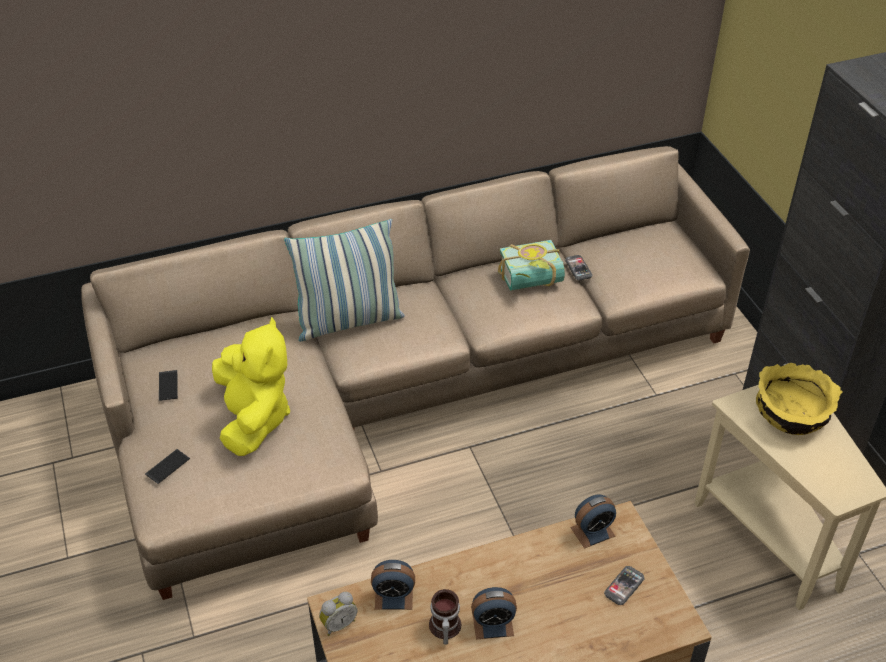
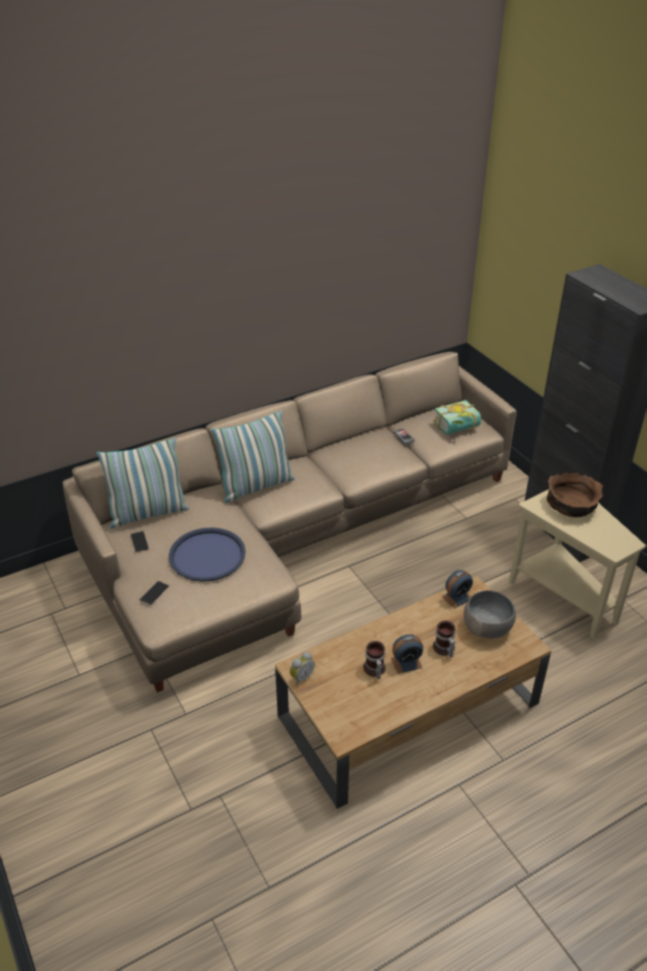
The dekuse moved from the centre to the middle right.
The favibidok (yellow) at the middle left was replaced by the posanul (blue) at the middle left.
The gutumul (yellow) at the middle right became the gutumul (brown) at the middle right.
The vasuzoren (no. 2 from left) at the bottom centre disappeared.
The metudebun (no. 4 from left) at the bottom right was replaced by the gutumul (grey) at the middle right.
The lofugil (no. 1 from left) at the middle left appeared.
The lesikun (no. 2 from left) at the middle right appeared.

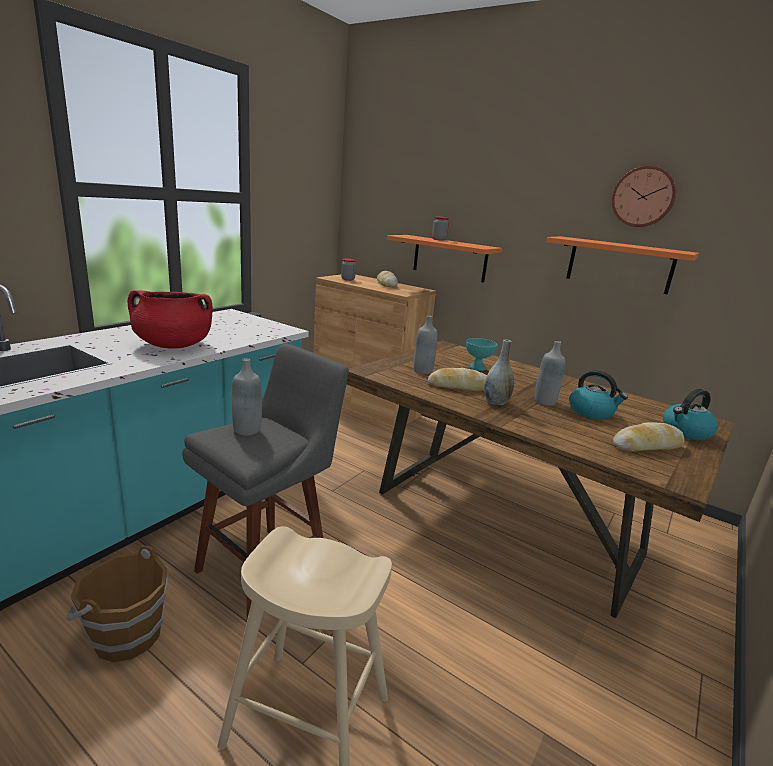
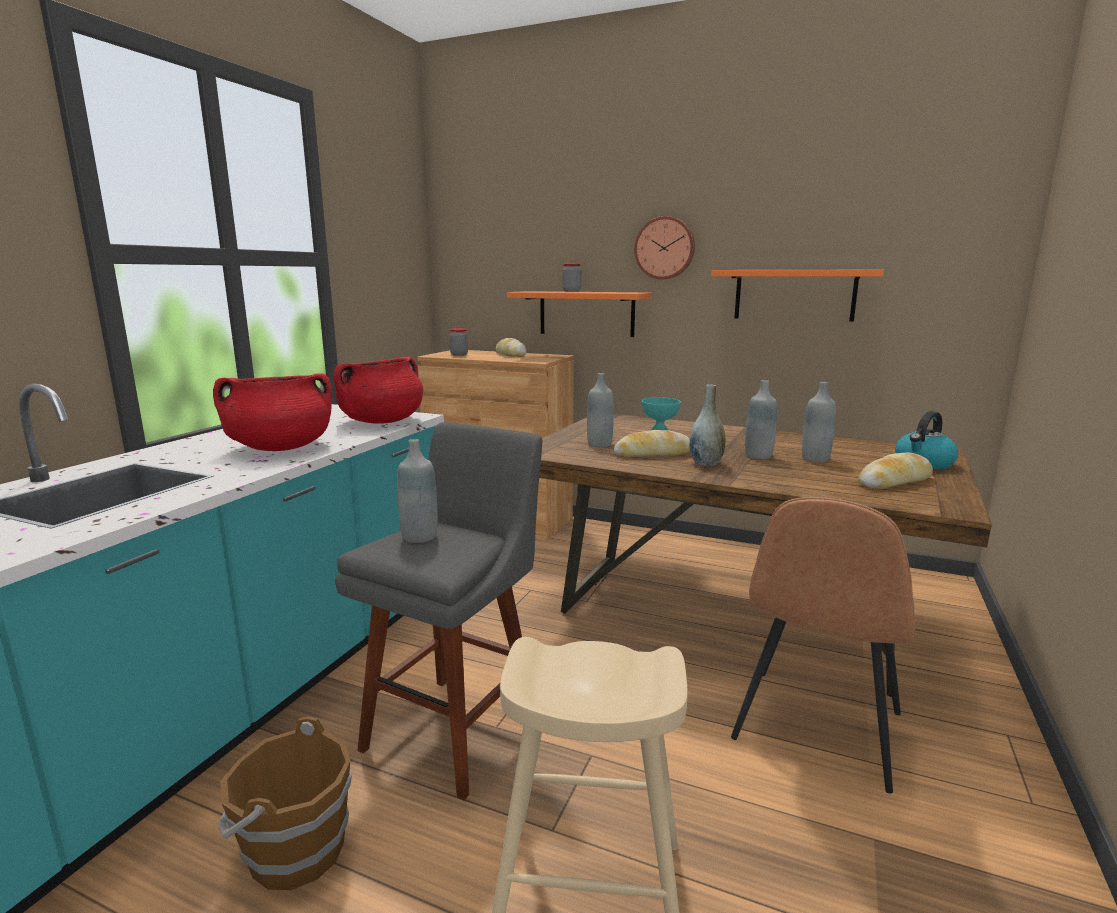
The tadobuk moved from the top right to the top centre.
The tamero (no. 1 from left) at the middle right was replaced by the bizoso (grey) (no. 4 from left) at the middle right.
The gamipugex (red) (no. 2 from left) at the centre appeared.
The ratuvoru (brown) at the bottom right appeared.

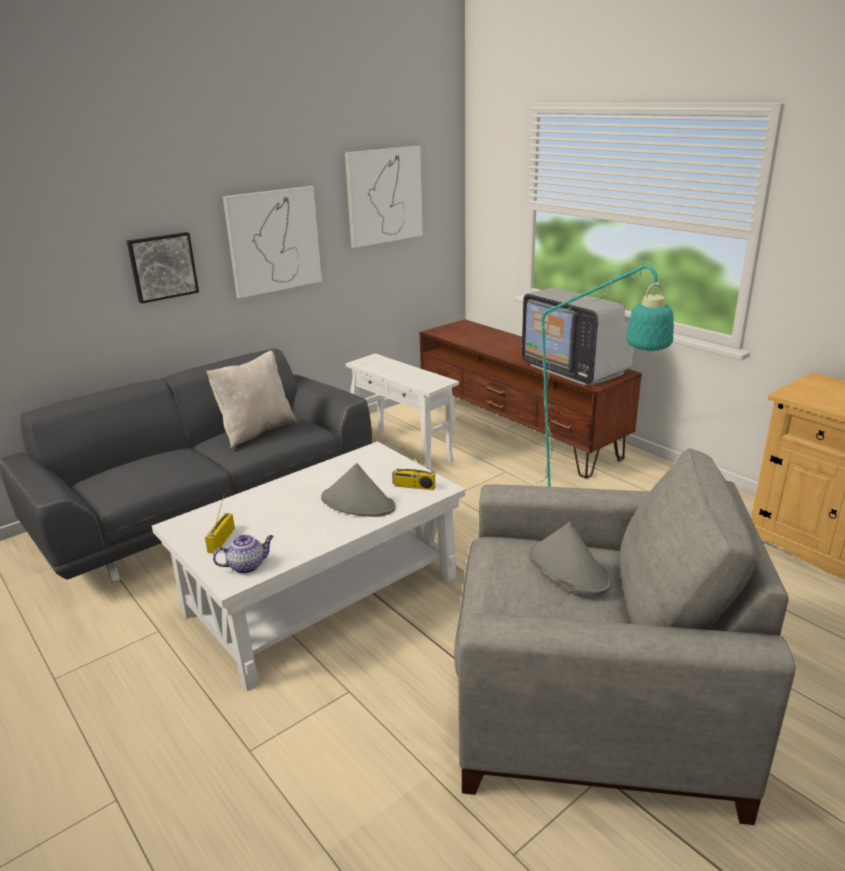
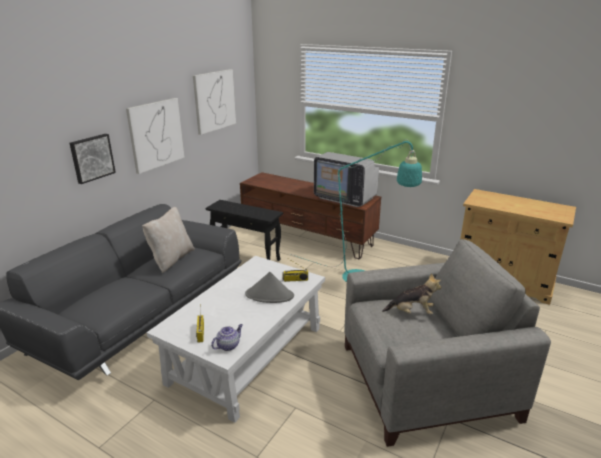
The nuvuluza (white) at the centre became the nuvuluza (black) at the centre.
The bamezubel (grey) (no. 2 from left) at the middle right was replaced by the favibidok at the middle right.

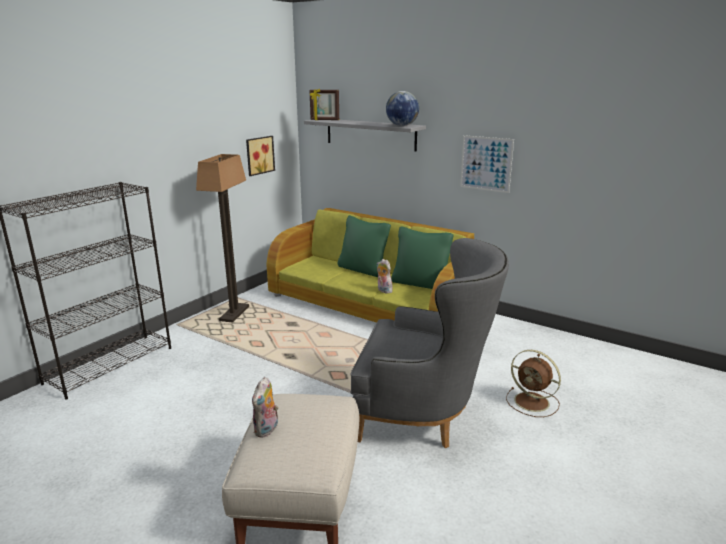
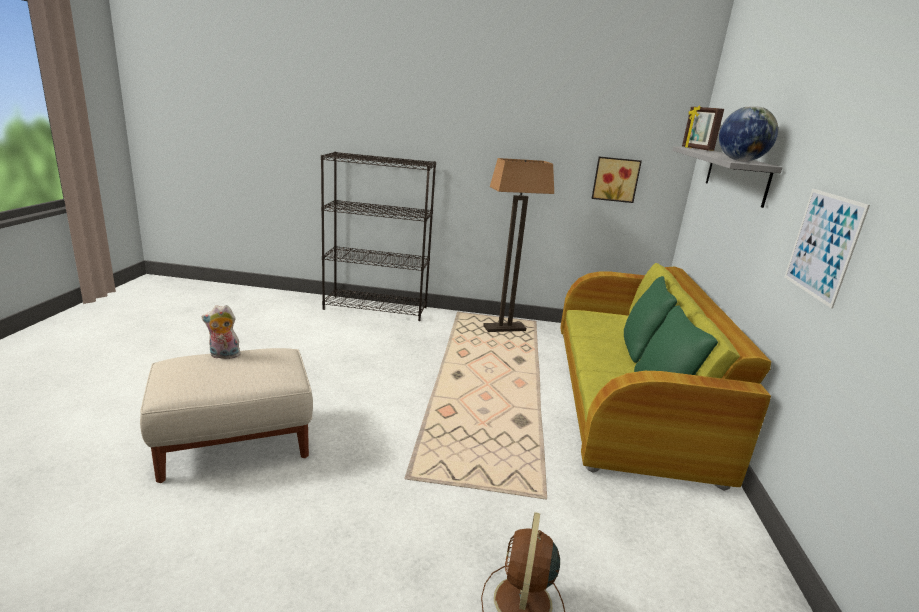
The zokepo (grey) at the centre disappeared.
The favibidok (no. 2 from left) at the centre disappeared.

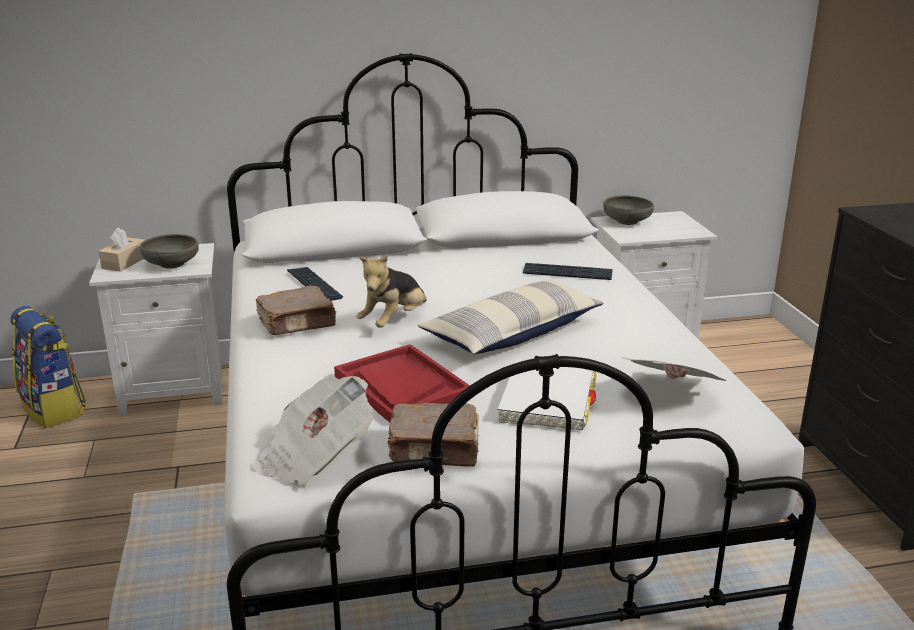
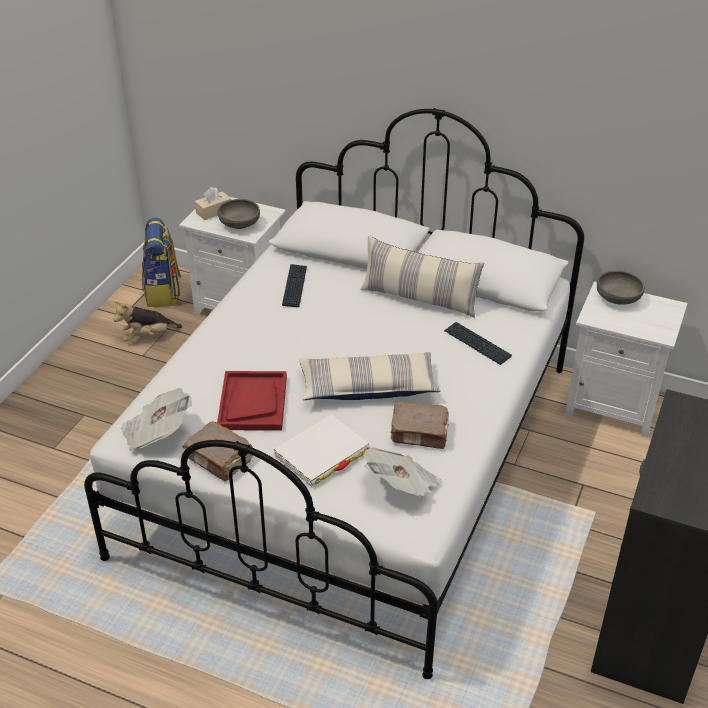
The favibidok moved from the centre to the middle left.
The dekuse (brown) (no. 1 from left in the first image) moved from the middle left to the centre.
The lofugil (no. 2 from left) at the centre appeared.

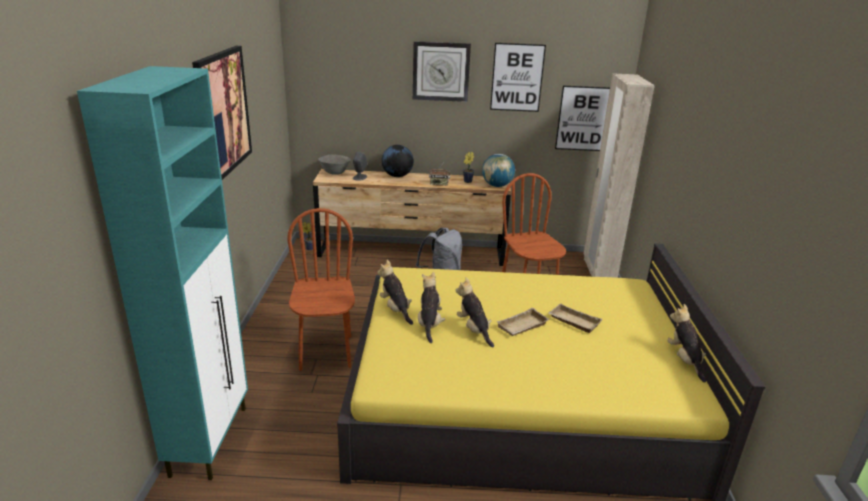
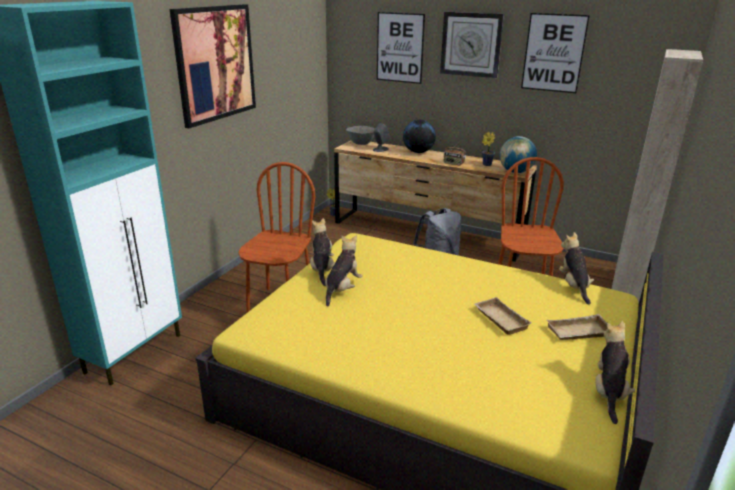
The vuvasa (no. 3 from left in the first image) moved from the top right to the top centre.
The favibidok (no. 3 from left) moved from the centre to the middle right.
The posanul (beige) (no. 1 from left in the first image) moved from the centre to the bottom right.

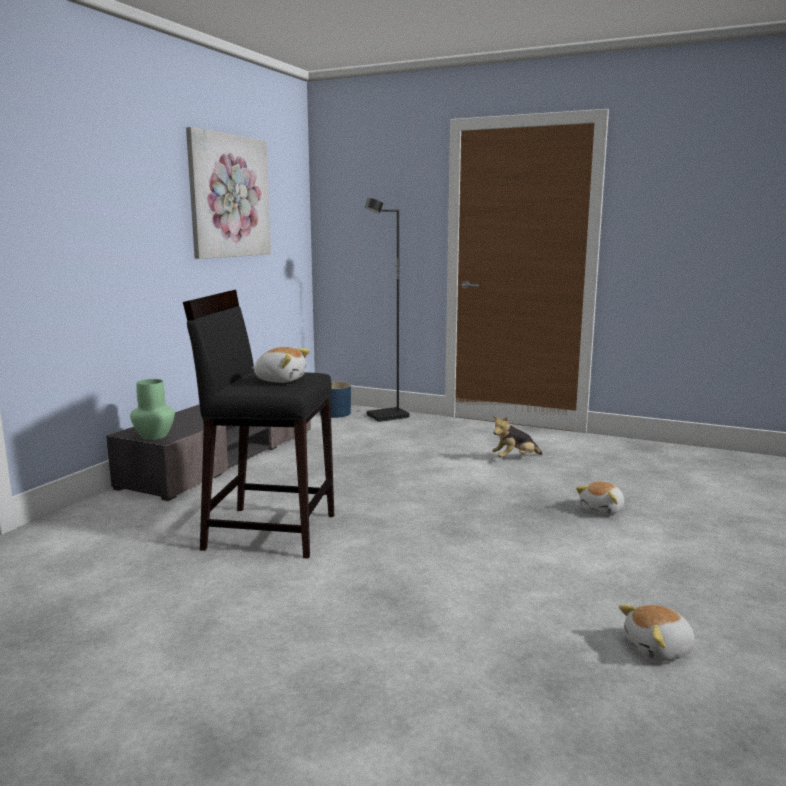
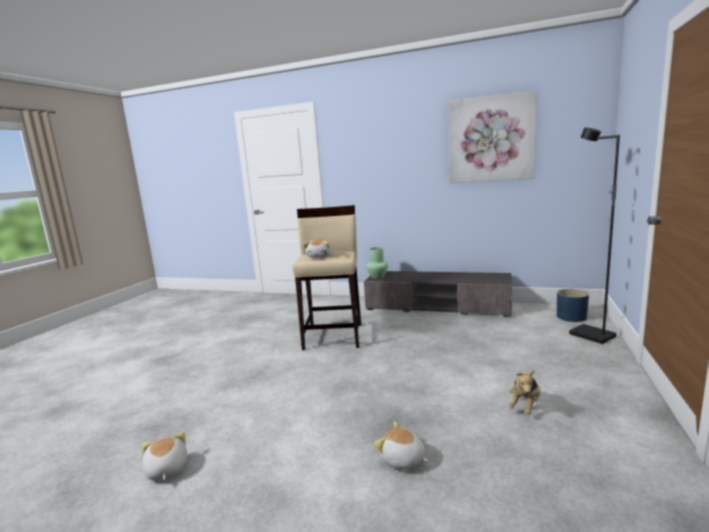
The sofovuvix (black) at the middle left became the sofovuvix (beige) at the centre.
The favibidok (no. 2 from left in the first image) at the centre turned 120 degrees counterclockwise.

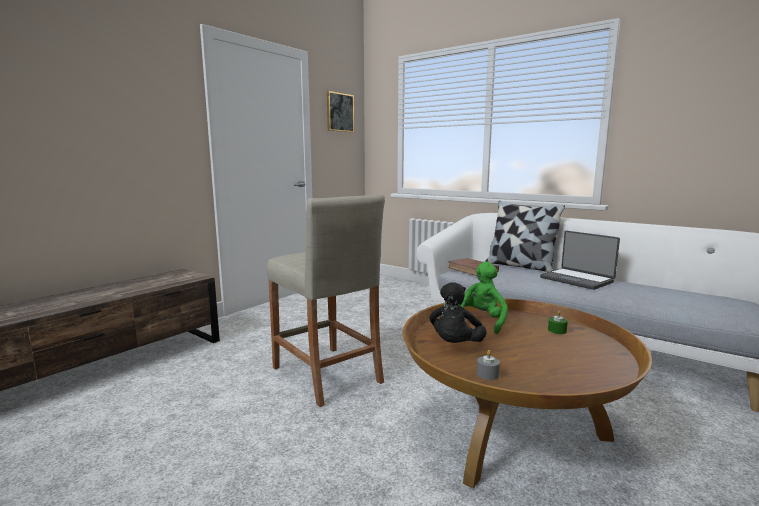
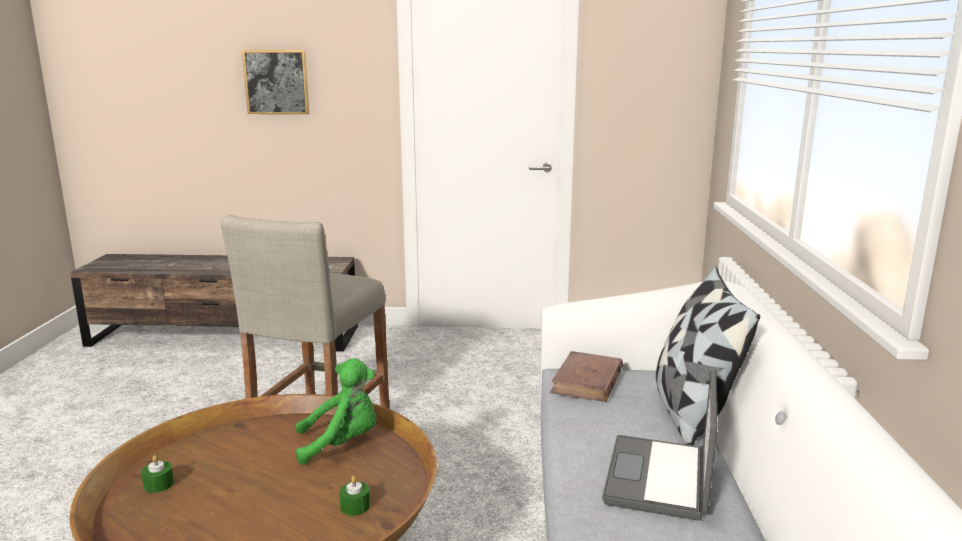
The vuvasa moved from the top centre to the top left.
The favibidok (black) at the centre disappeared.
The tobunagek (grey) at the bottom centre became the tobunagek (green) (no. 1 from left) at the bottom left.

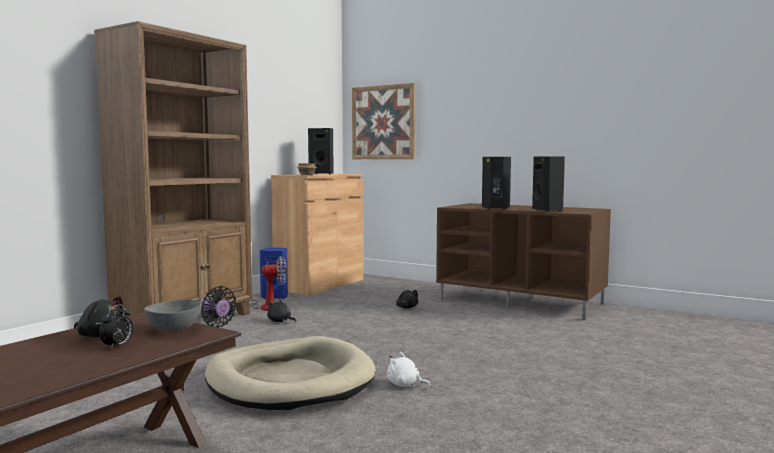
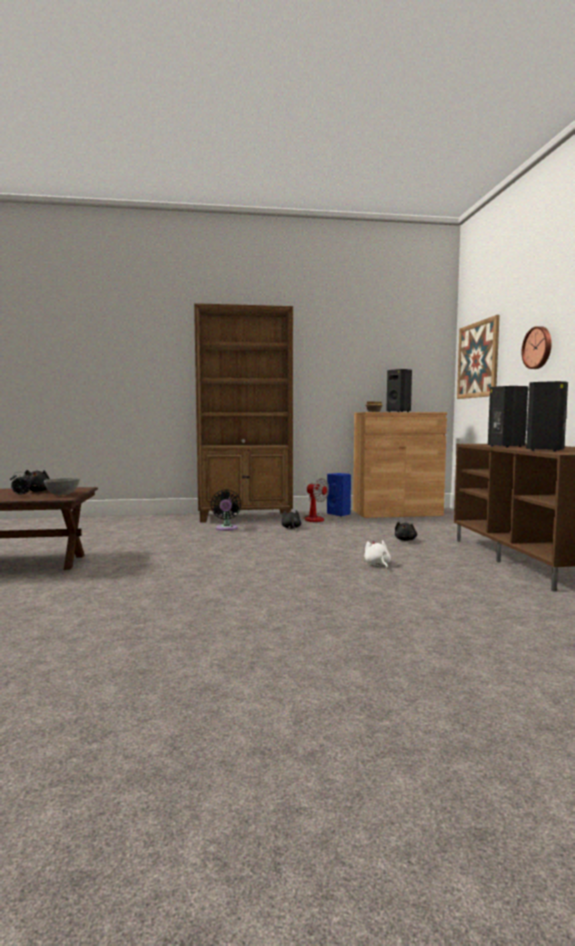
The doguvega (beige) at the bottom centre disappeared.
The favibidok (white) moved from the bottom centre to the centre.
The tadobuk at the middle right appeared.

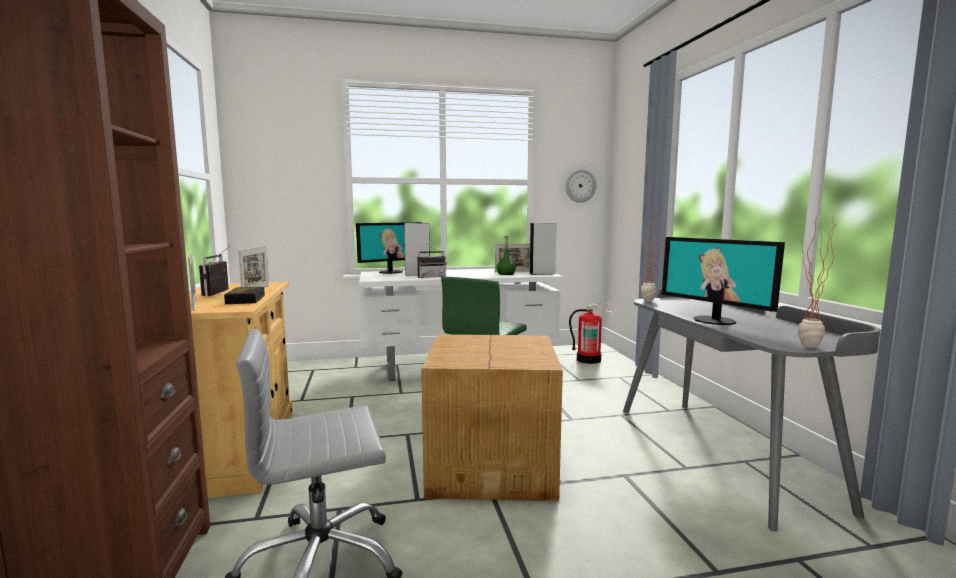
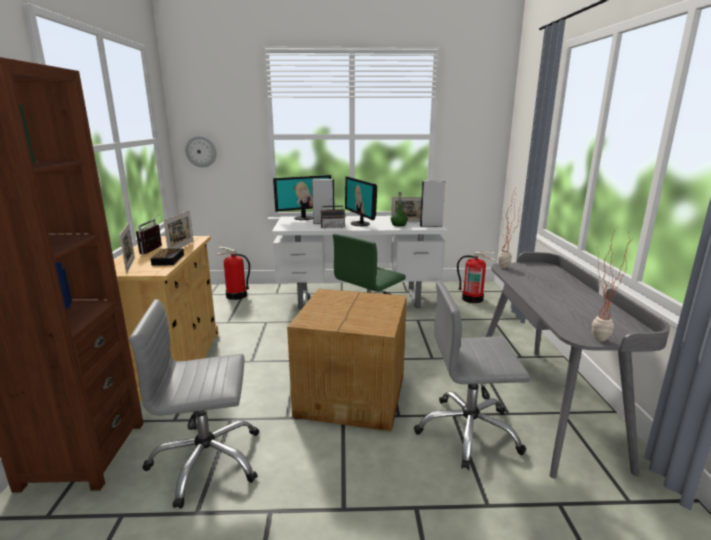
The tadobuk moved from the top centre to the top left.
The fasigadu (no. 2 from left) moved from the middle right to the centre.
The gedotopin (no. 1 from left) at the middle left appeared.
The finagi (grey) (no. 2 from left) at the bottom centre appeared.

